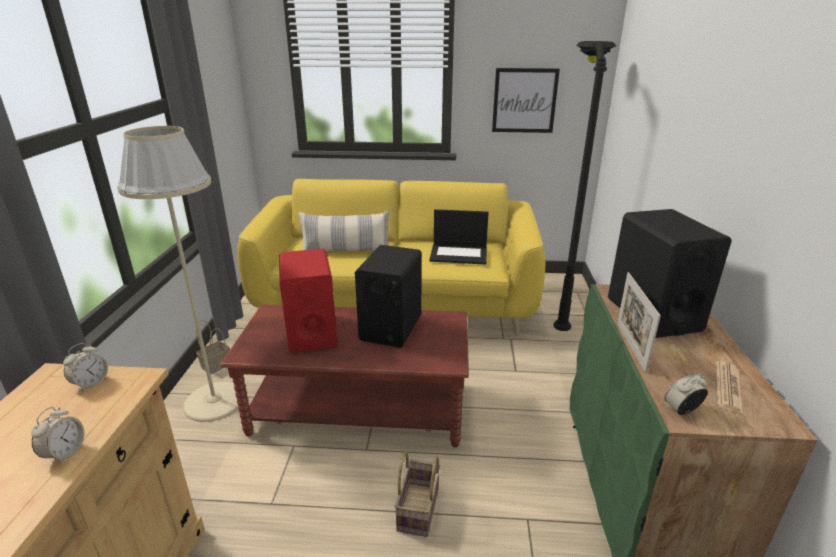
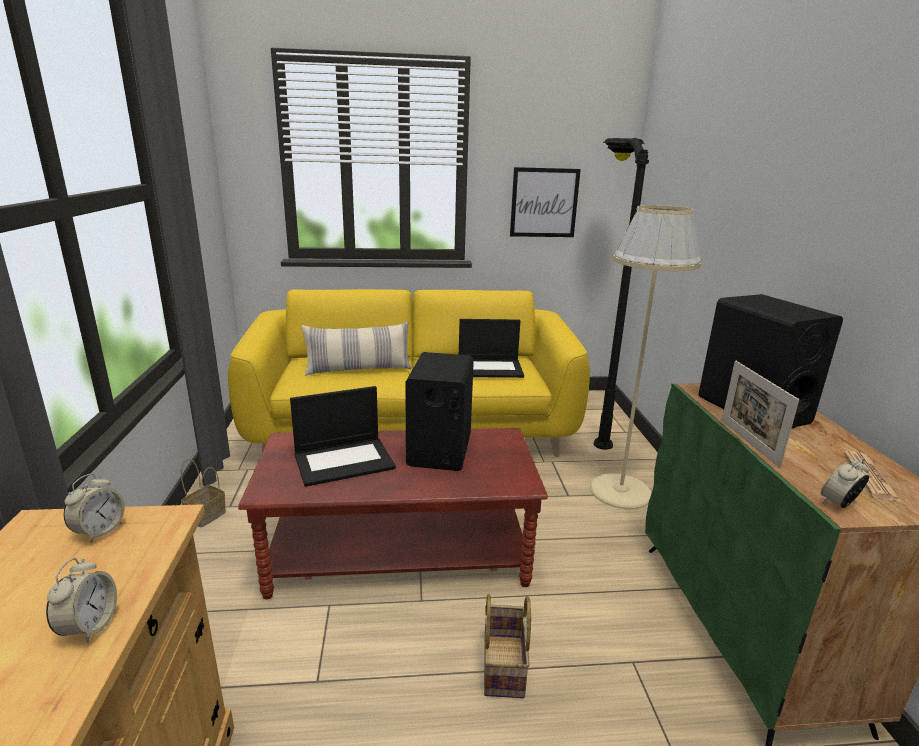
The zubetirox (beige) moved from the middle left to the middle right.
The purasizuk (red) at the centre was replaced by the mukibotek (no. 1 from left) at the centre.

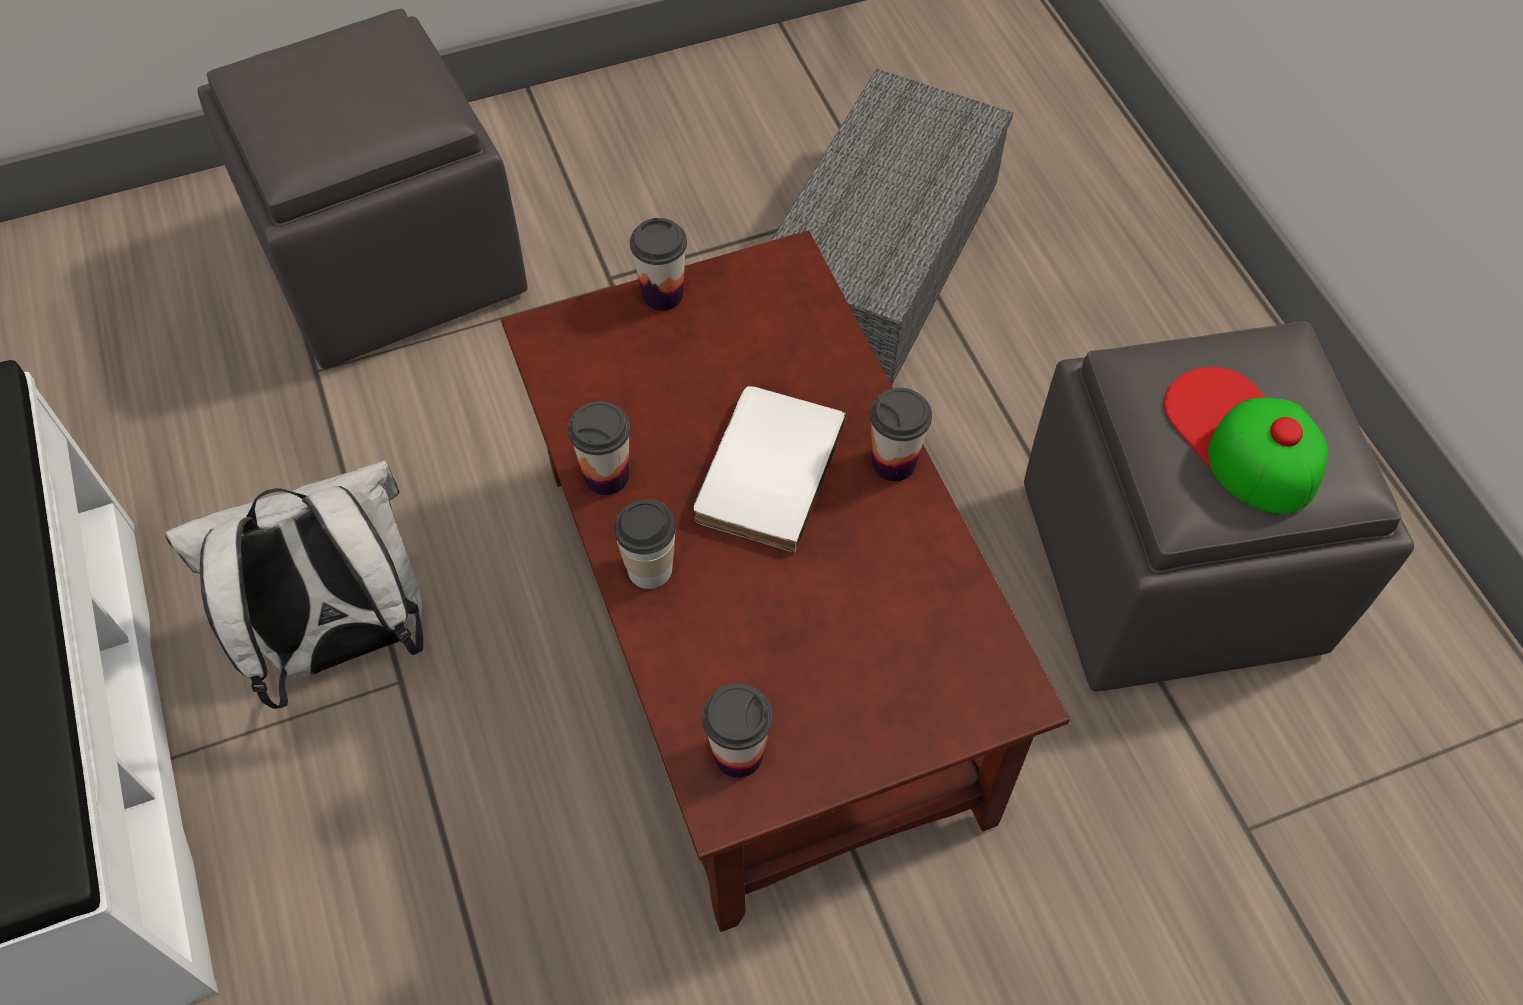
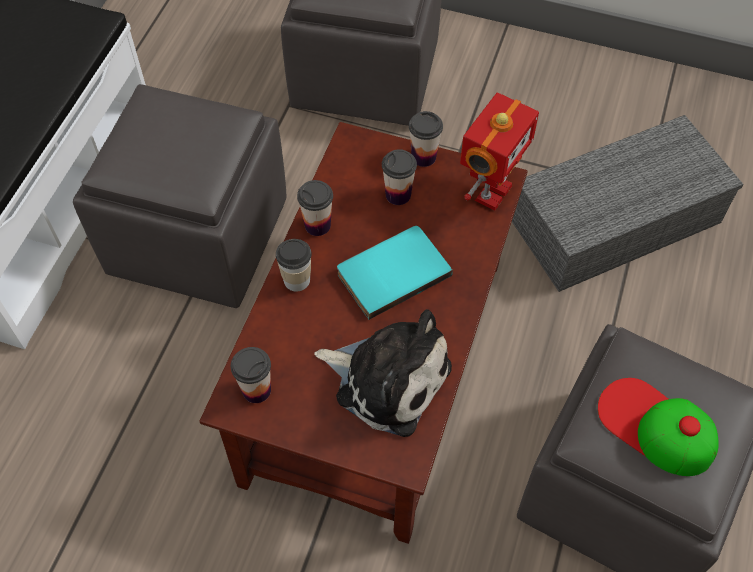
The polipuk at the middle right turned 60 degrees counterclockwise.
The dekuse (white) at the centre became the dekuse (turquoise) at the centre.
The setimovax (no. 5 from left in the first image) moved from the centre to the top centre.
The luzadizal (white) at the middle left was replaced by the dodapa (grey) (no. 1 from left) at the middle left.
The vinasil at the top centre appeared.
The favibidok at the centre appeared.

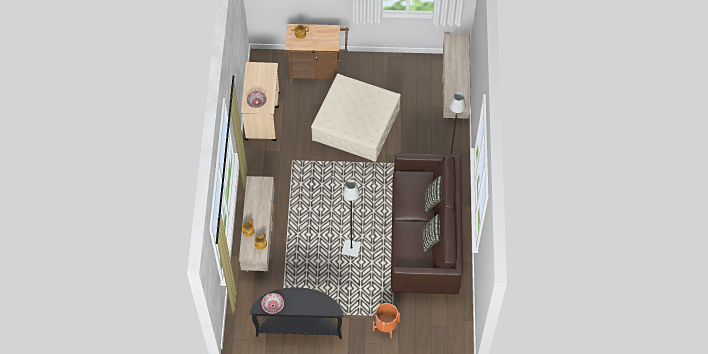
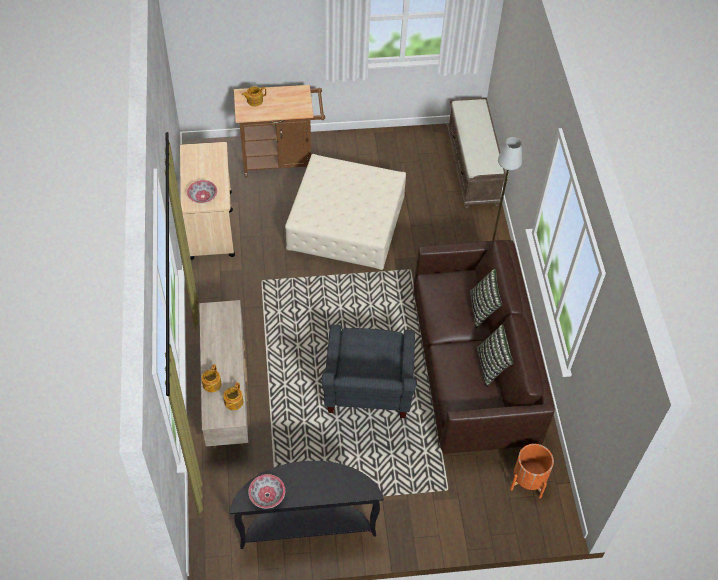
The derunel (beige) (no. 2 from left) at the top centre was replaced by the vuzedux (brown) at the top centre.
The zubetirox (grey) (no. 1 from left) at the centre was replaced by the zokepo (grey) at the centre.
The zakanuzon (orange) moved from the bottom centre to the bottom right.

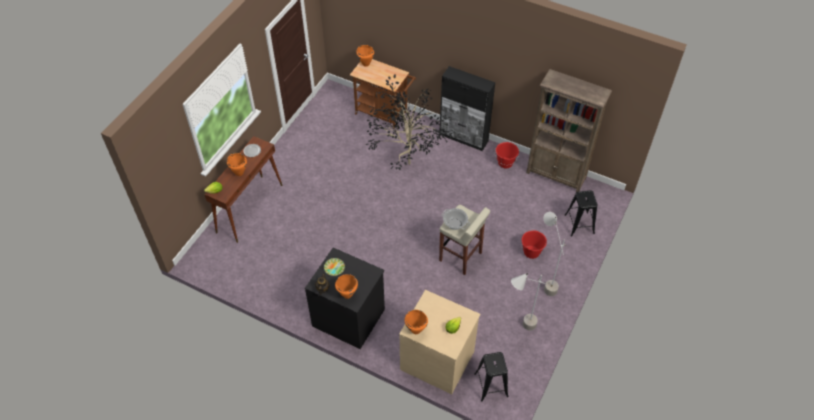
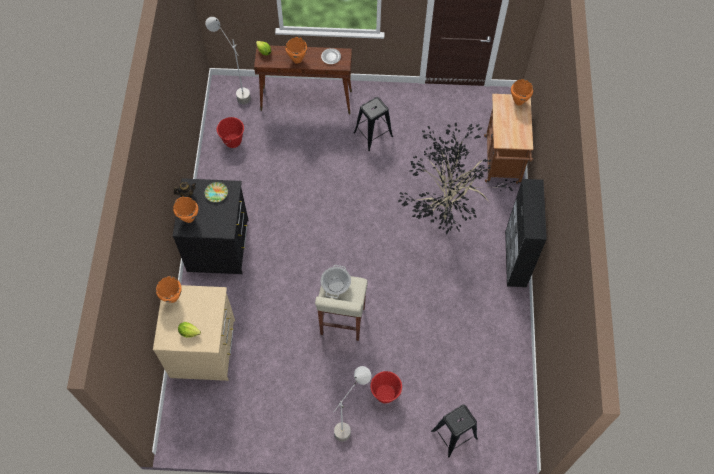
The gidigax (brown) at the top right disappeared.
The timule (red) (no. 1 from left) moved from the centre to the top left.
The zubetirox (grey) (no. 1 from left) moved from the bottom centre to the top left.
The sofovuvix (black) (no. 1 from left) moved from the bottom centre to the top centre.

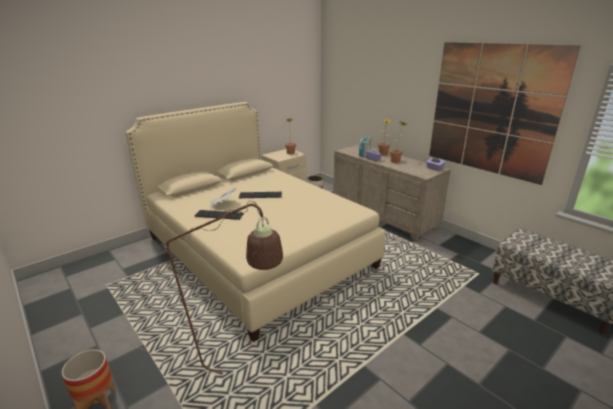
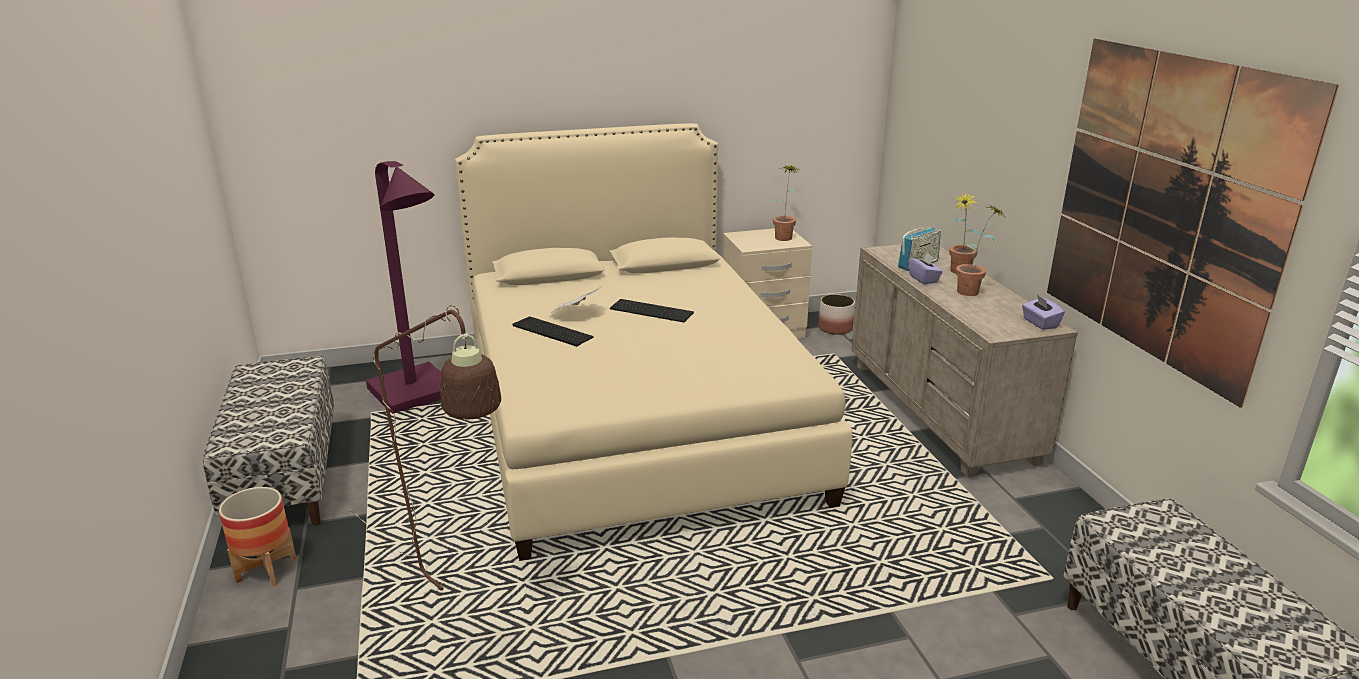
The zubetirox (purple) at the middle left appeared.
The vuzedux (no. 1 from left) at the middle left appeared.

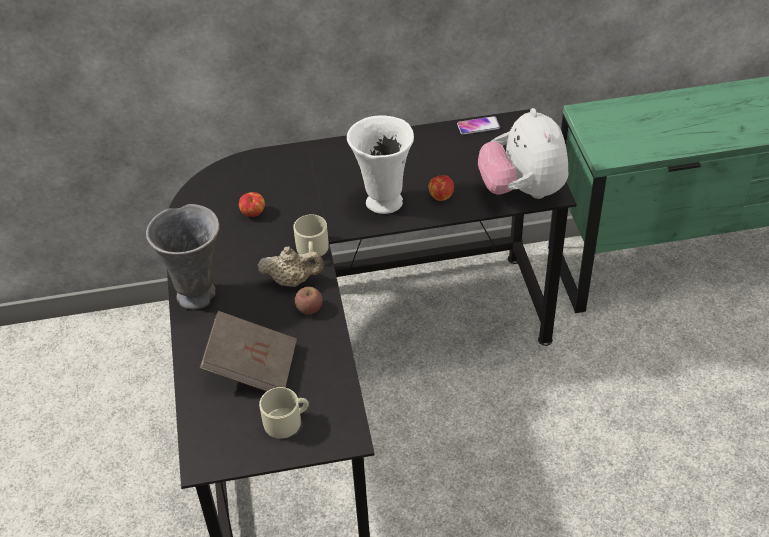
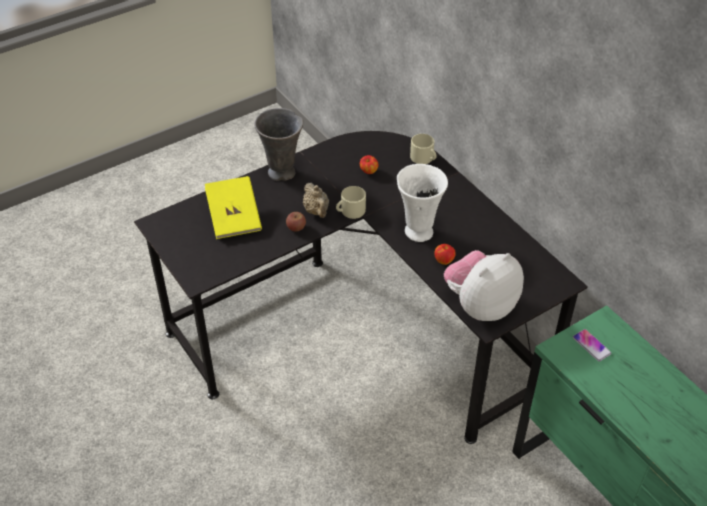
The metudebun moved from the top centre to the bottom right.
The dekuse (brown) at the middle left became the dekuse (yellow) at the middle left.
The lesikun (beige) (no. 1 from left in the first image) moved from the bottom centre to the top centre.

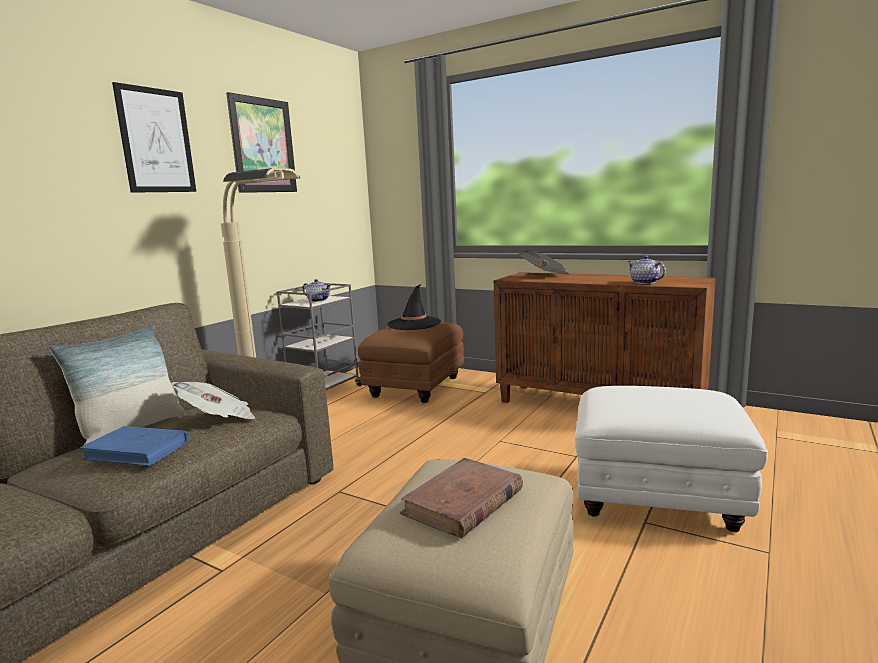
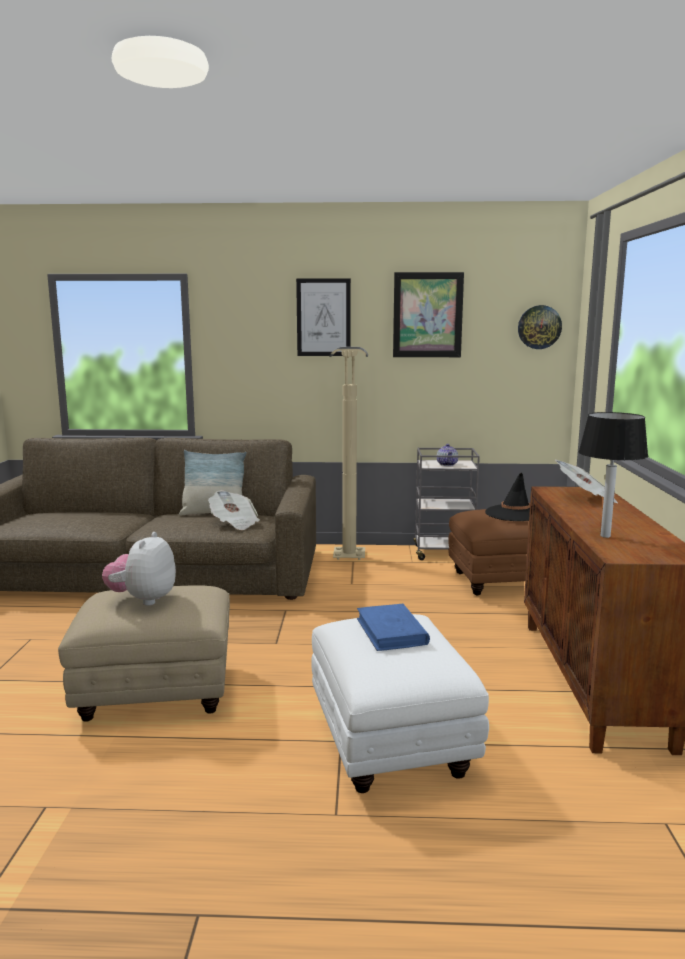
The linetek (no. 2 from left) at the middle right was replaced by the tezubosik at the middle right.
The dekuse (blue) moved from the bottom left to the centre.
The dekuse (brown) at the bottom centre was replaced by the favibidok at the middle left.
The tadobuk at the middle right appeared.

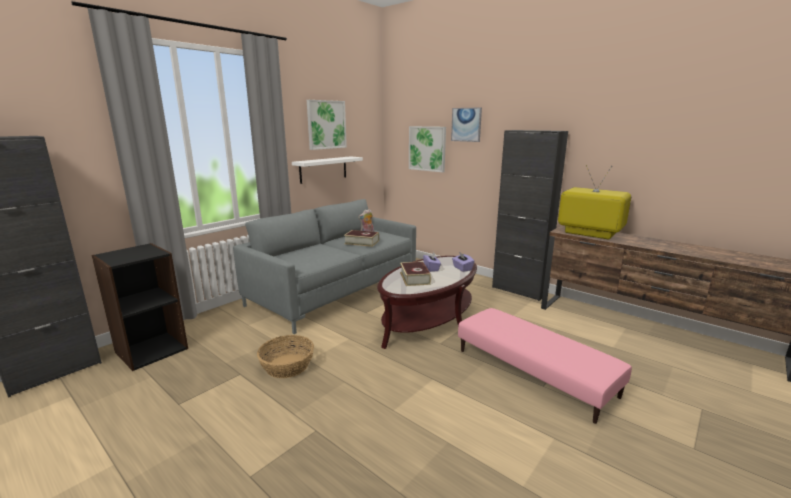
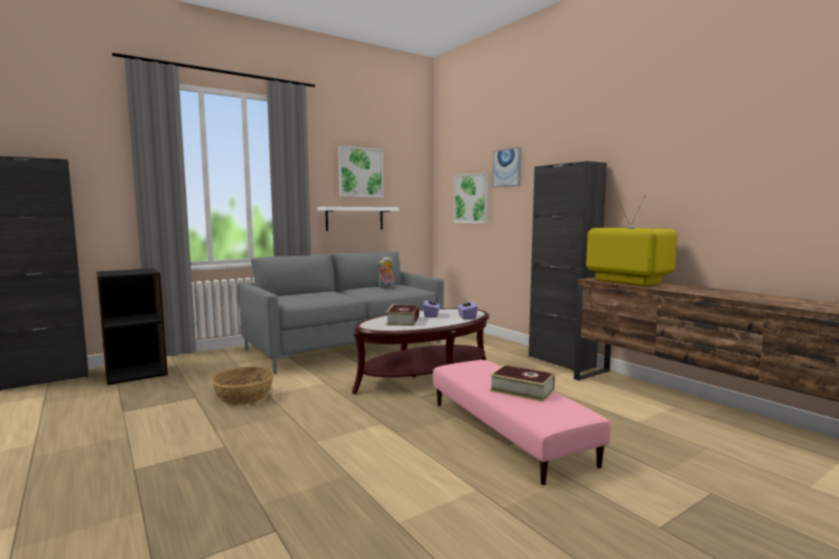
The dekuse (no. 1 from left in the first image) moved from the centre to the bottom centre.

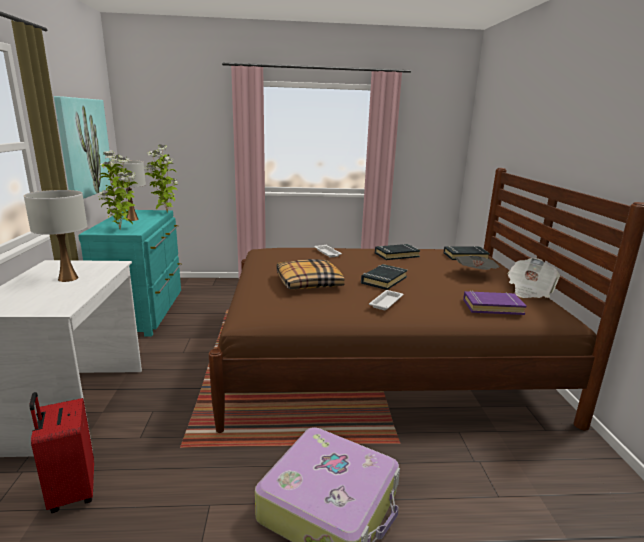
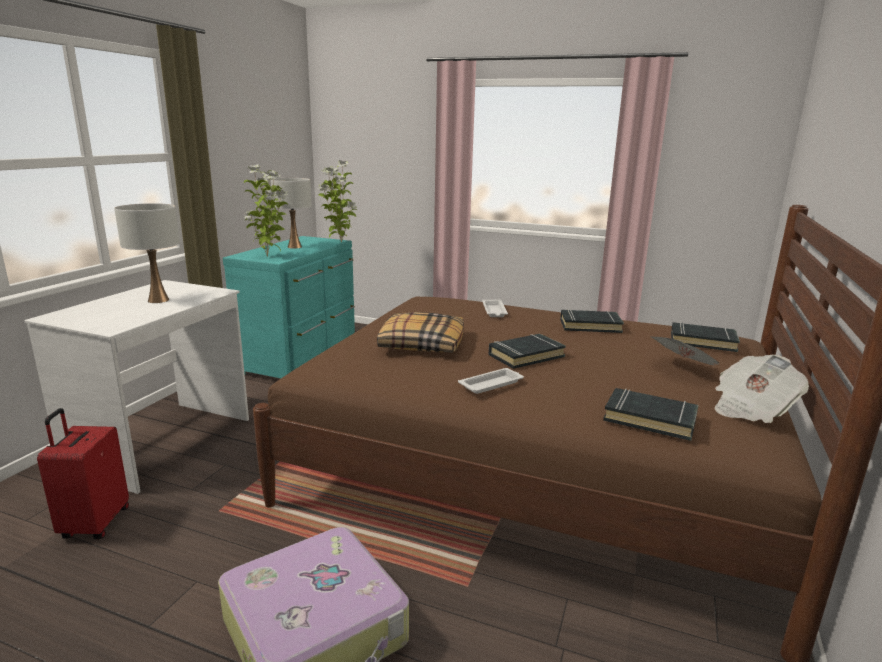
The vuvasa at the top left disappeared.
The dekuse (purple) at the middle right became the dekuse (black) (no. 3 from left) at the middle right.

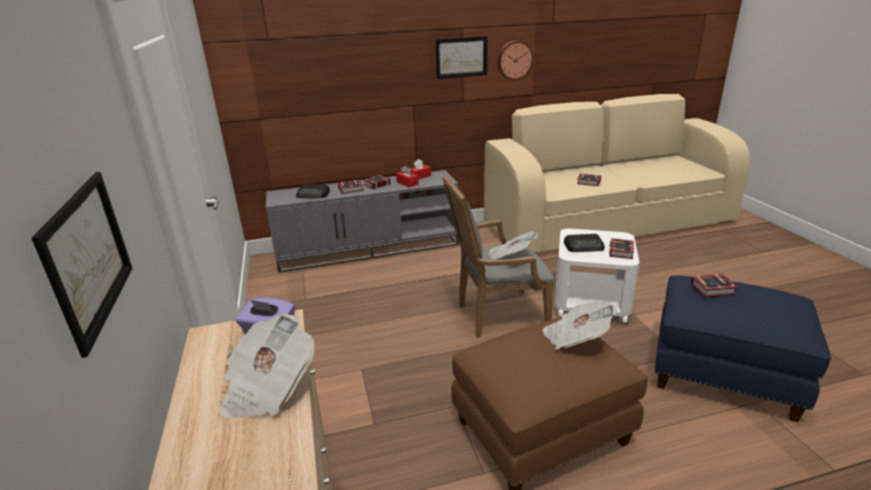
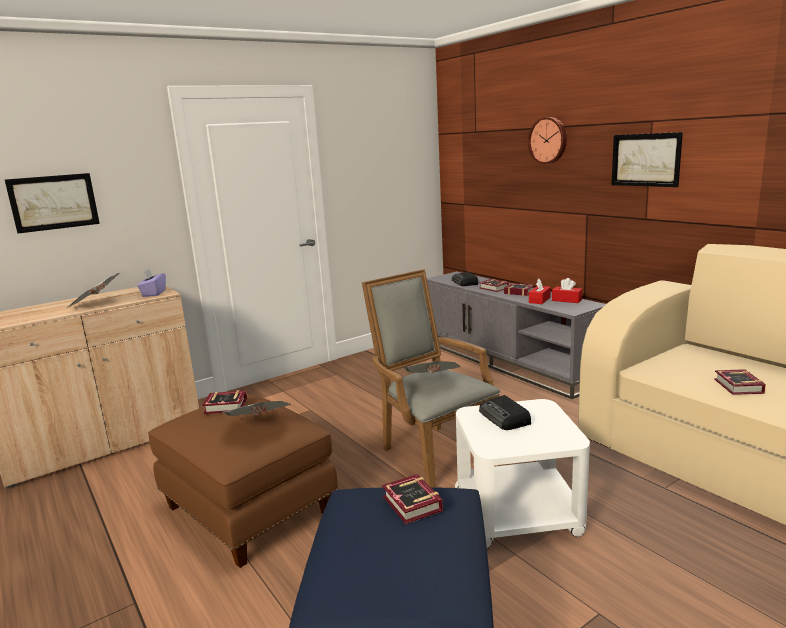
The tadobuk moved from the top centre to the top right.
The dekuse (no. 4 from left in the first image) moved from the middle right to the middle left.

